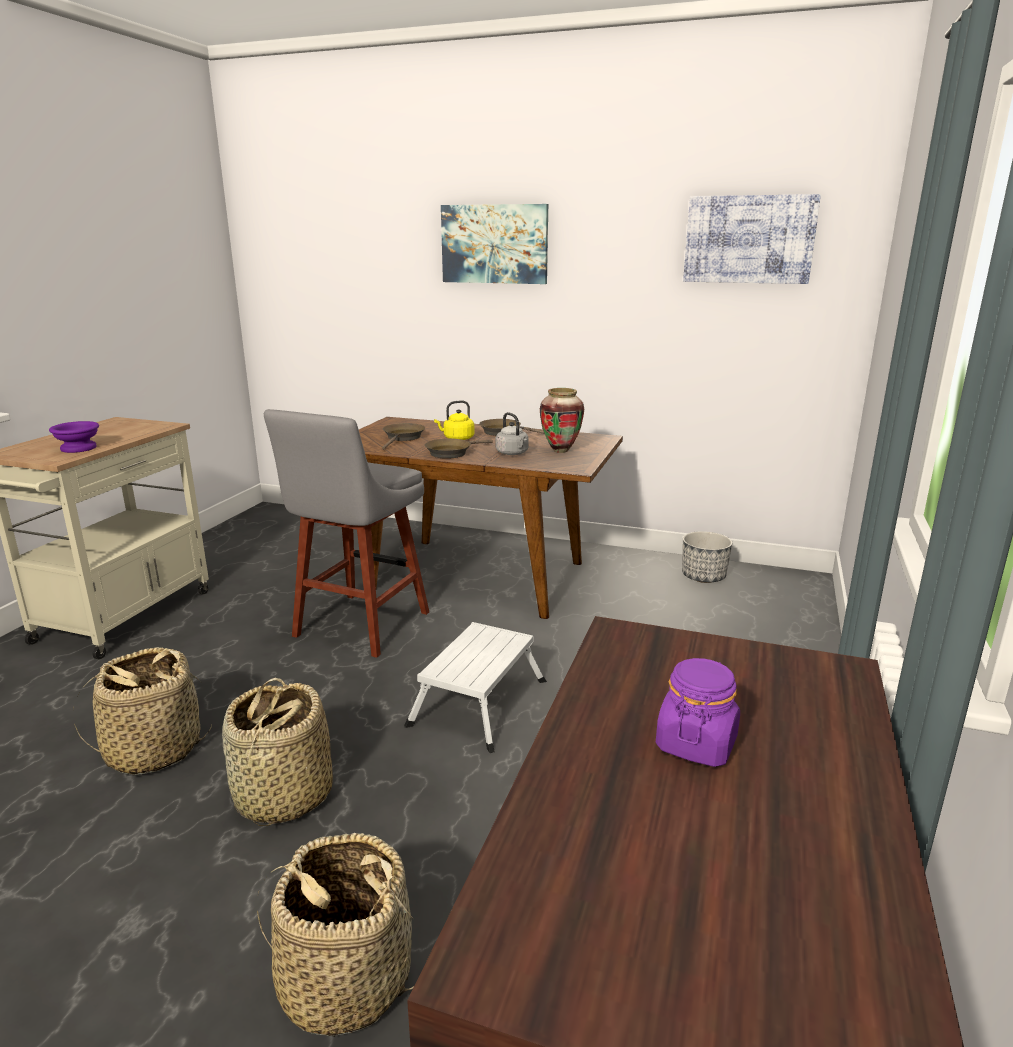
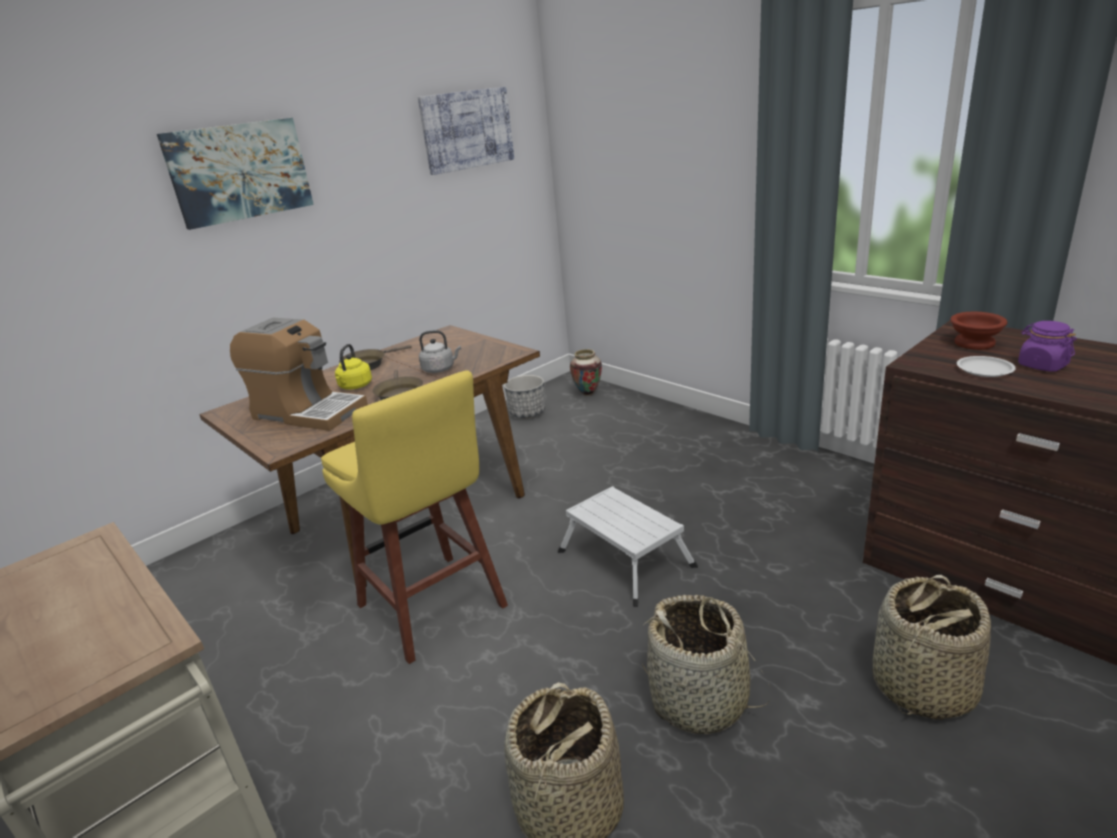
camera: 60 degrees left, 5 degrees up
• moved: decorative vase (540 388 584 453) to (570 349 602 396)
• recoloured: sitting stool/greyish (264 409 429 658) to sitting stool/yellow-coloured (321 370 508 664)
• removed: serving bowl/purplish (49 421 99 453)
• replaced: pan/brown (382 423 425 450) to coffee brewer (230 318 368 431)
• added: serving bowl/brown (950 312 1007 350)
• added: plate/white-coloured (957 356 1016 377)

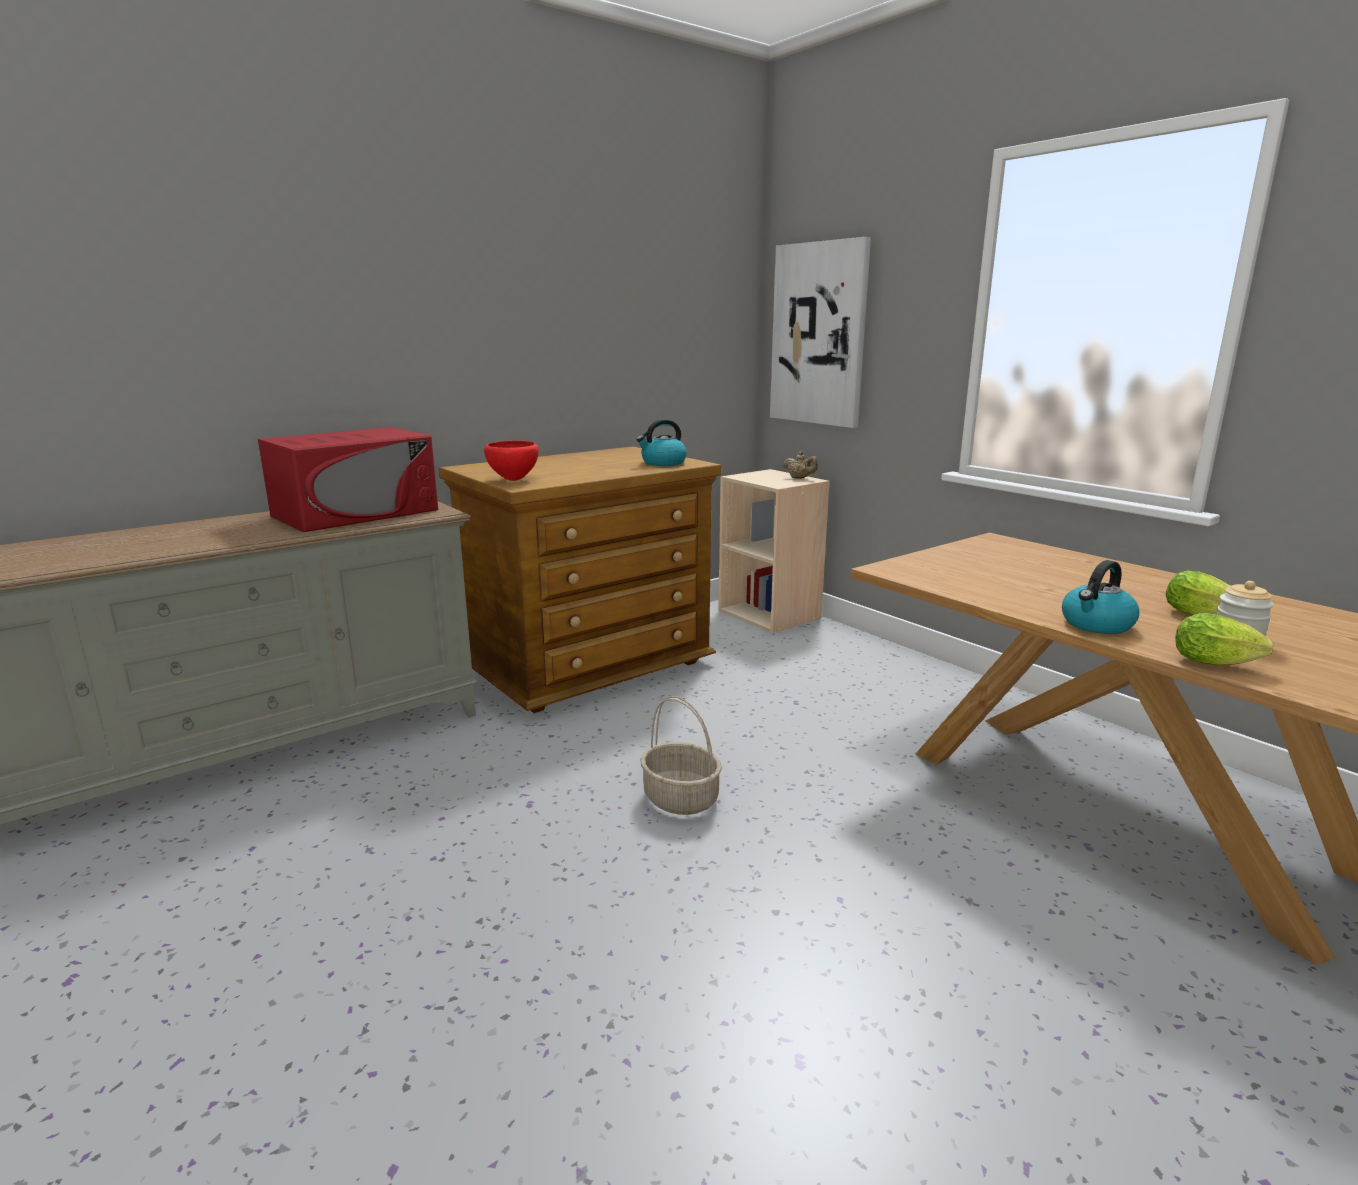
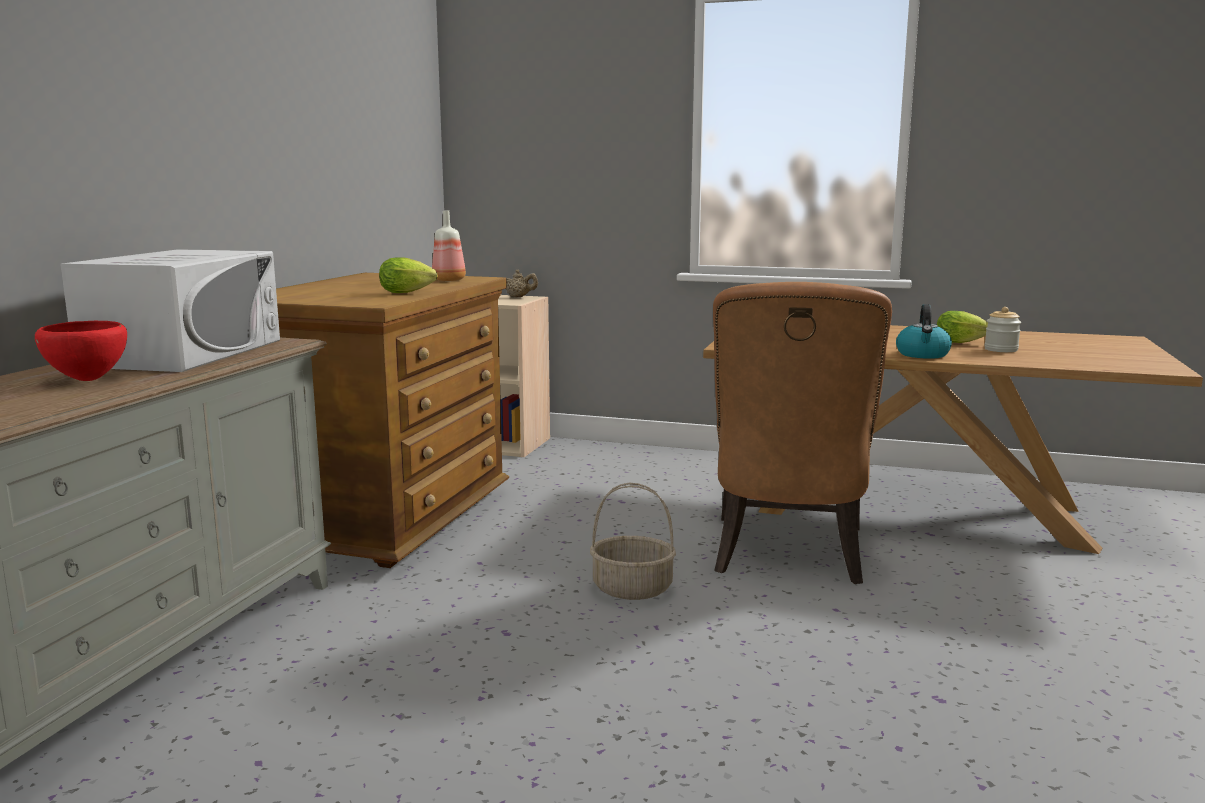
camera: 35 degrees left, 5 degrees down
• removed: wall art (770 237 871 428)
• replaced: tea kettle (636 419 687 466) to beverage bottle (432 210 466 281)
• recoloured: microwave/red (258 427 438 532) to microwave/white-coloured (60 249 280 372)
• moved: serving bowl/red (484 440 539 481) to (35 321 127 381)
• moved: head of lettuce (1175 613 1274 666) to (379 258 438 293)
• added: plain chair/brown (713 282 892 584)

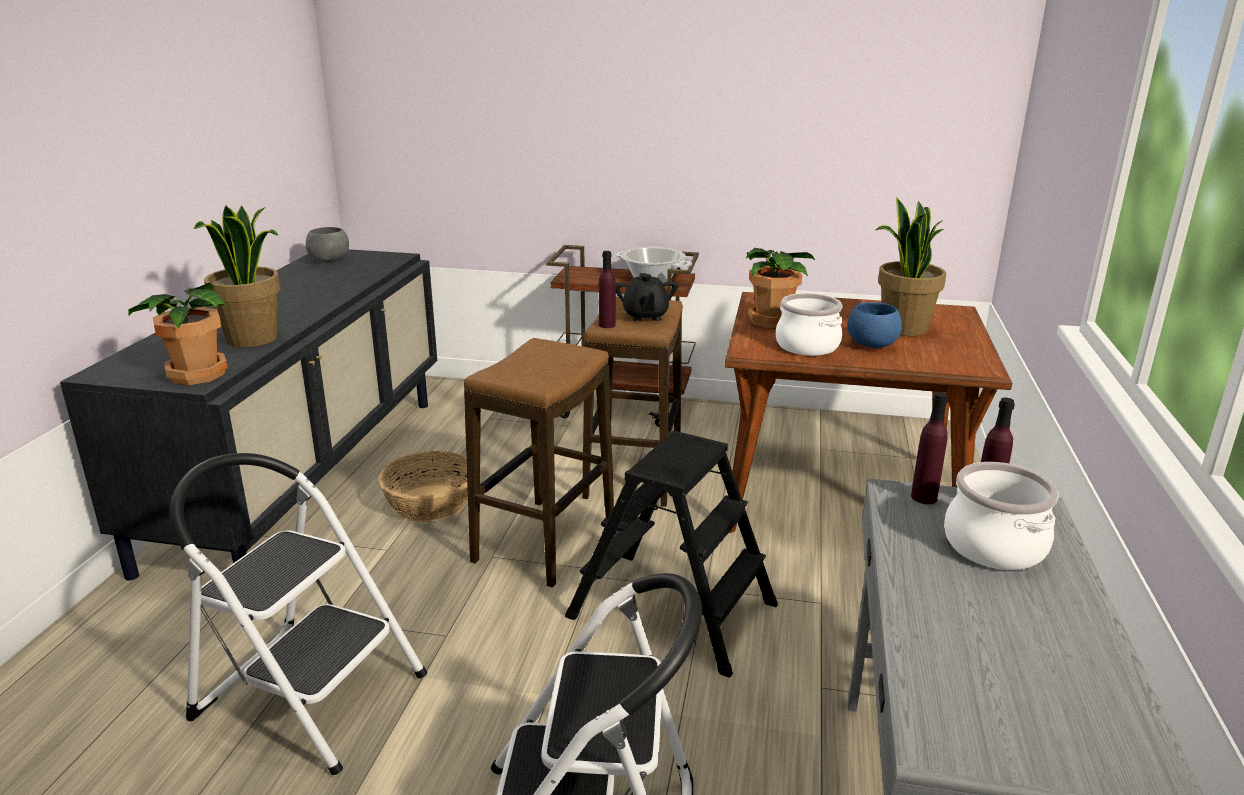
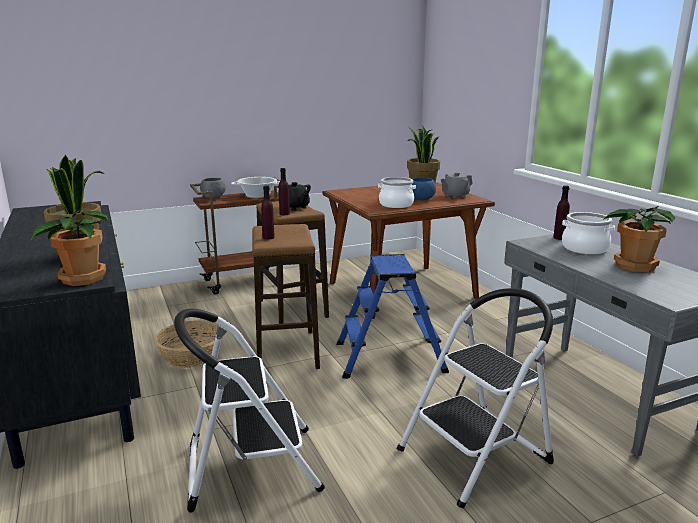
camera: 35 degrees left, 5 degrees down
• moved: serving bowl/greyish (306 227 349 262) to (200 178 226 199)
• moved: houseplant (746 248 816 329) to (603 206 675 272)
• moved: beverage bottle/purplish (911 392 948 504) to (261 185 275 240)
• recoloured: step ladder/black-coloured (565 430 778 677) to step ladder/blue-coloured (336 254 449 379)
• added: tea pot/greyish (441 172 473 199)

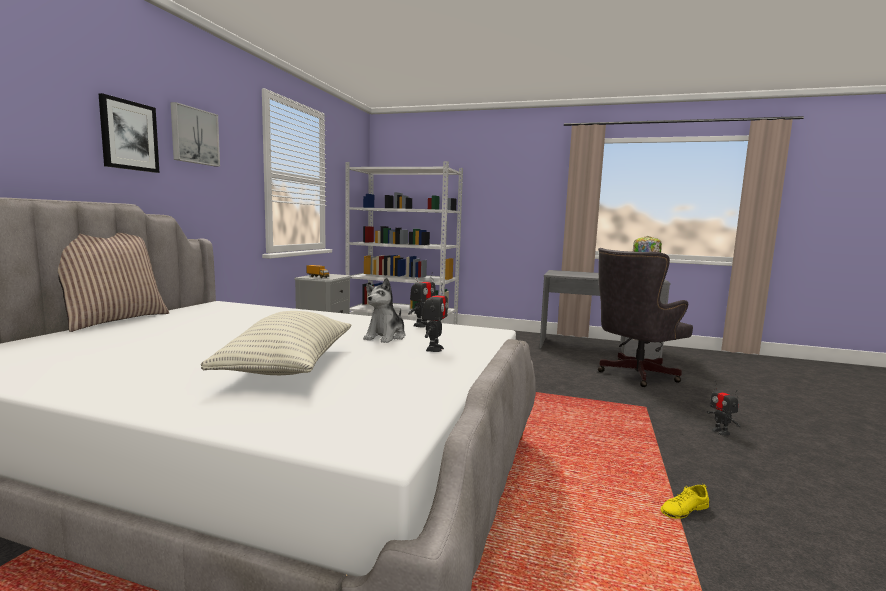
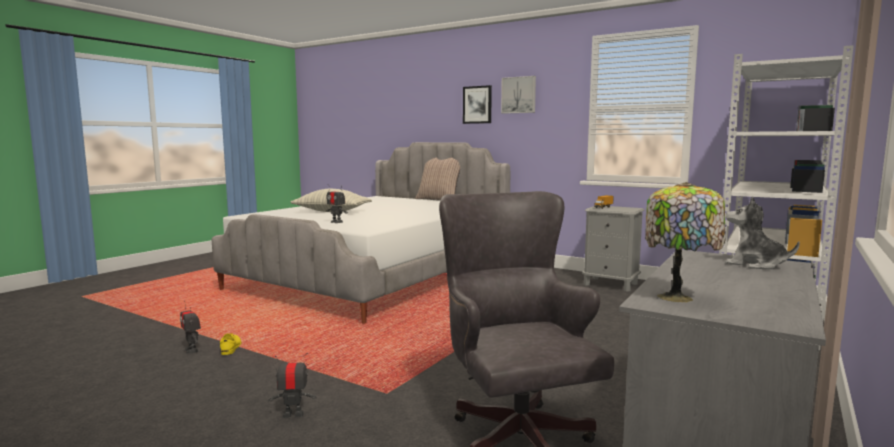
camera: 105 degrees right, 0 degrees up
• moved: toy robot (408 272 436 328) to (180 301 201 353)
• moved: plush toy (363 278 406 343) to (725 197 800 269)

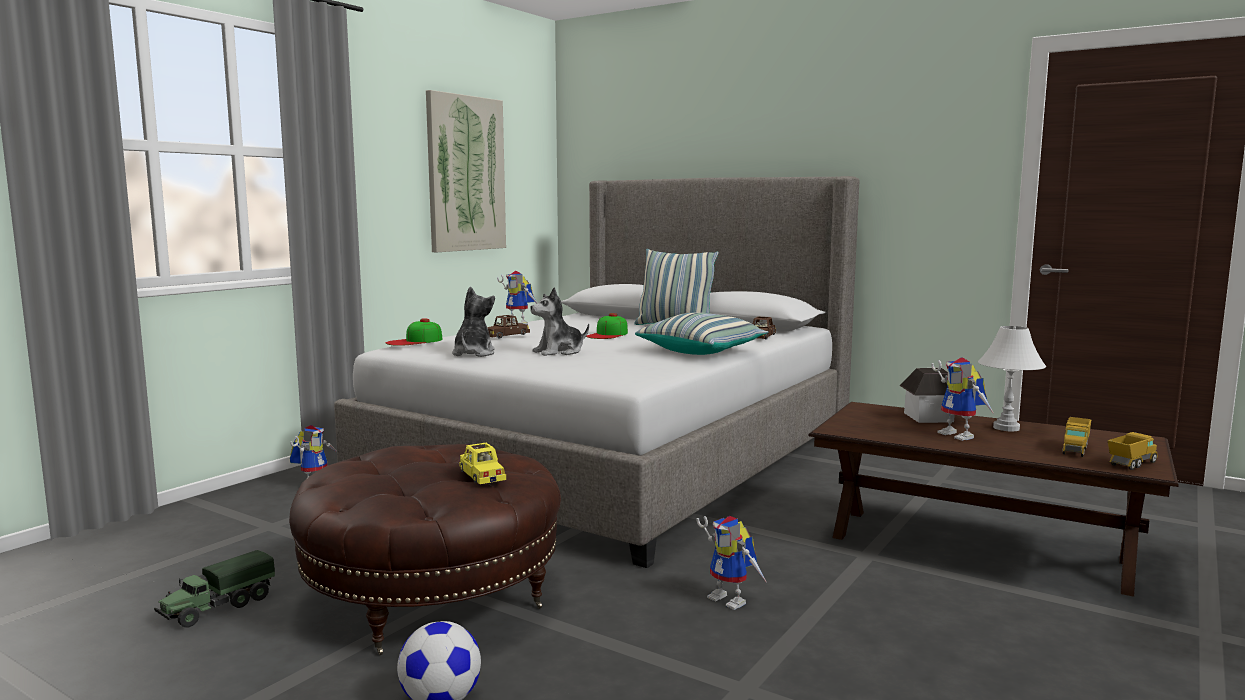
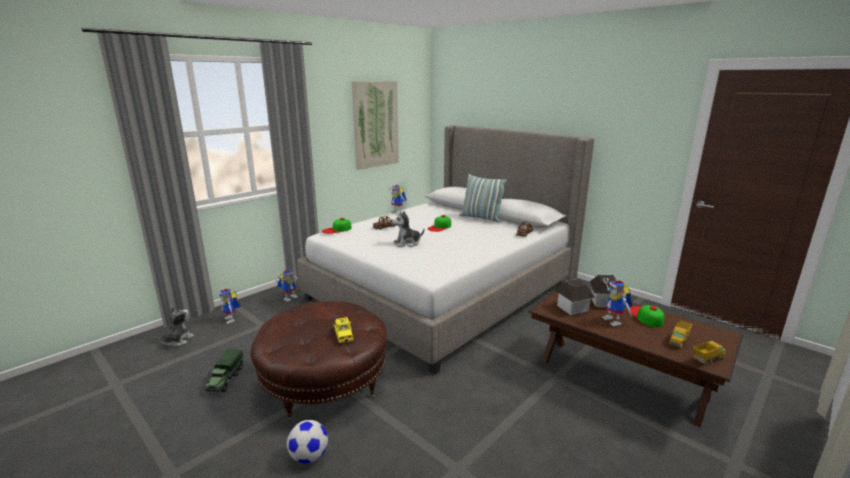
camera: 10 degrees right, 10 degrees up
• moved: plush toy (452 287 495 357) to (159 306 194 347)
• removed: throw pillow (635 312 768 355)
• replaced: tabletop lamp/white-coloured (978 326 1046 431) to cap (629 305 665 327)
• moved: toy robot (696 516 767 610) to (219 288 241 324)
• turned: toy lorry (154 550 275 628) = (205 349 244 392) 45 degrees counterclockwise
• added: toy house (554 279 595 315)

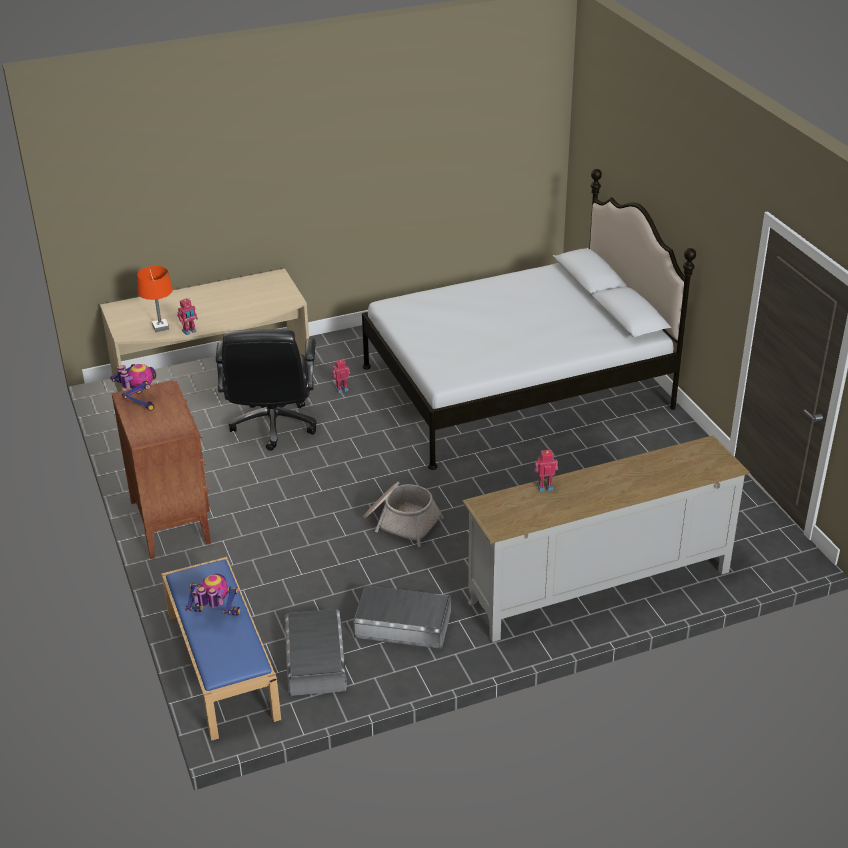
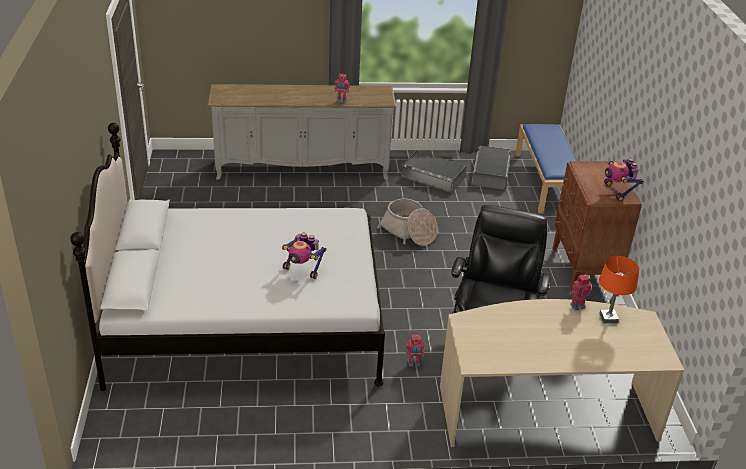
camera: 165 degrees left, 0 degrees up
• moved: toy robot (185 574 240 616) to (282 233 327 279)

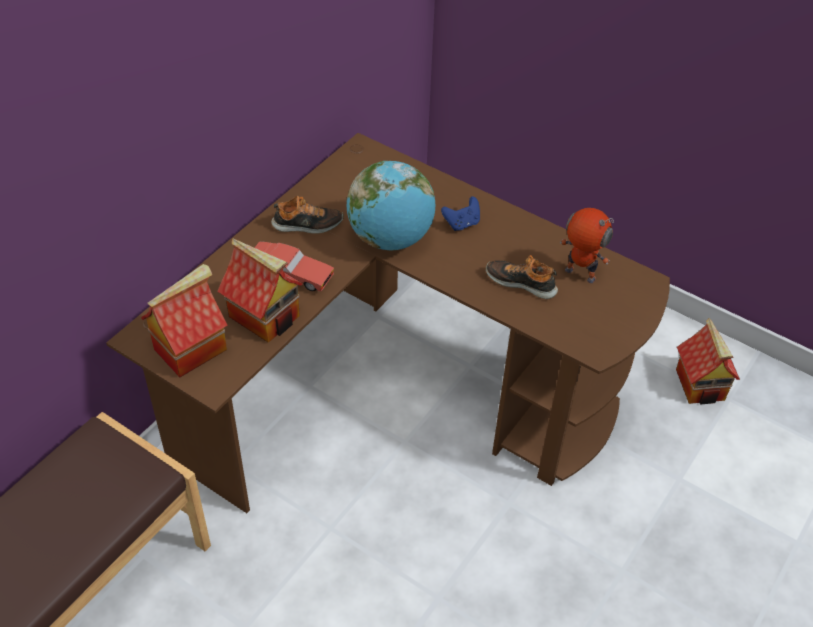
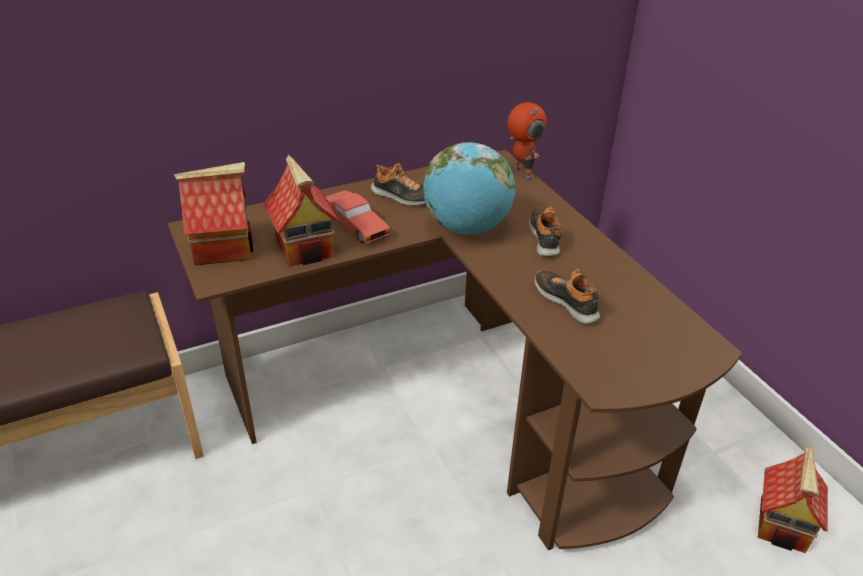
camera: 30 degrees right, 10 degrees down
• replaced: game controller/blue-coloured (441 196 480 231) to low shoe (529 206 562 257)
• moved: toy robot (560 208 614 283) to (507 102 547 181)

